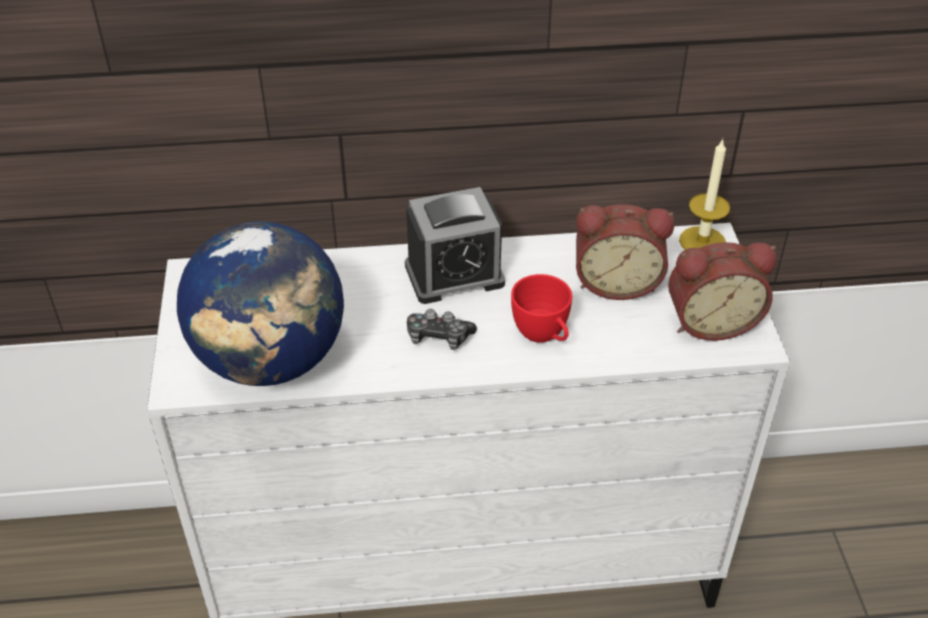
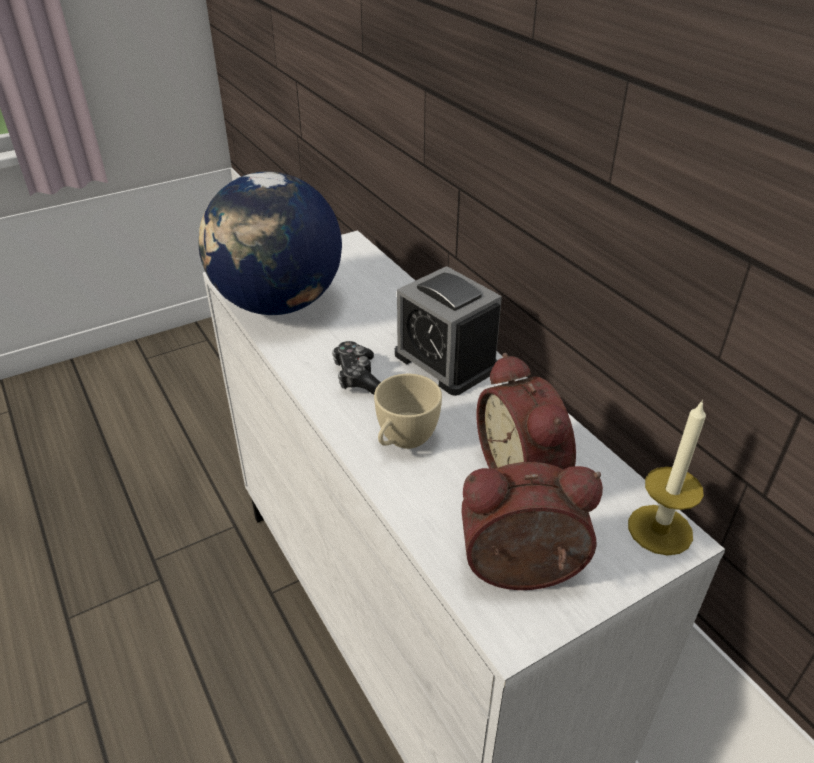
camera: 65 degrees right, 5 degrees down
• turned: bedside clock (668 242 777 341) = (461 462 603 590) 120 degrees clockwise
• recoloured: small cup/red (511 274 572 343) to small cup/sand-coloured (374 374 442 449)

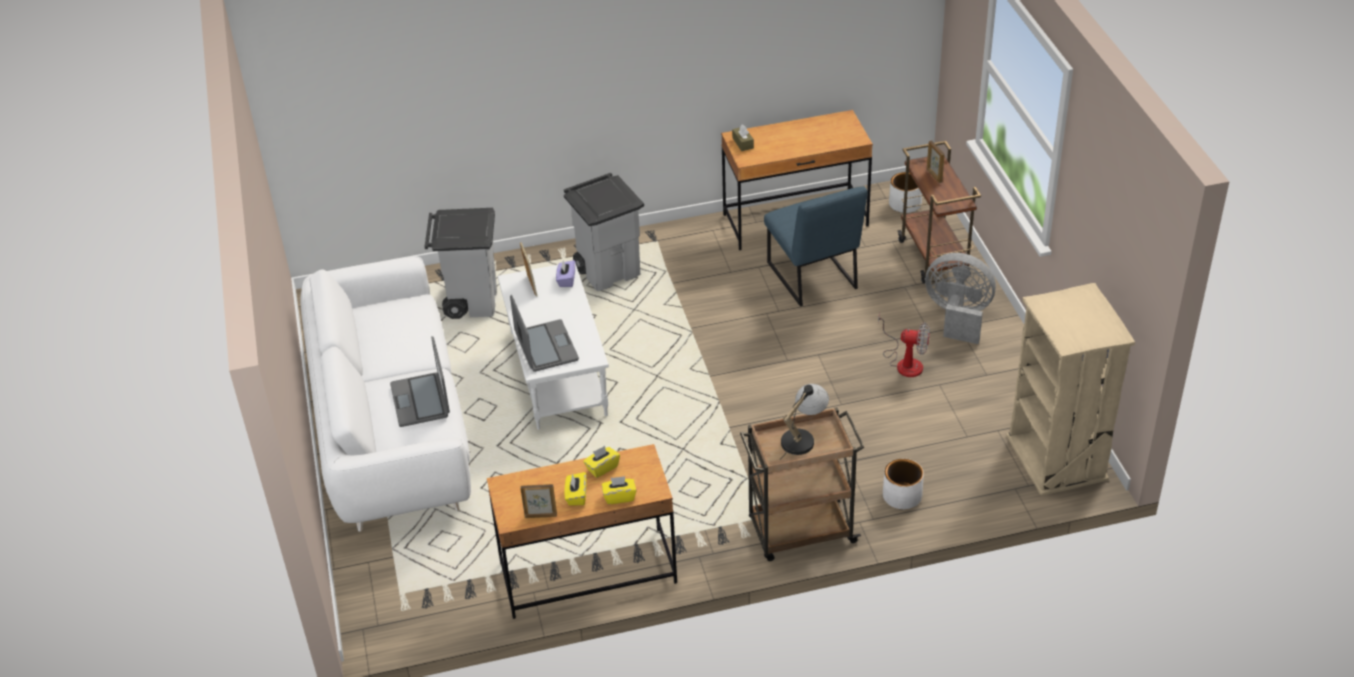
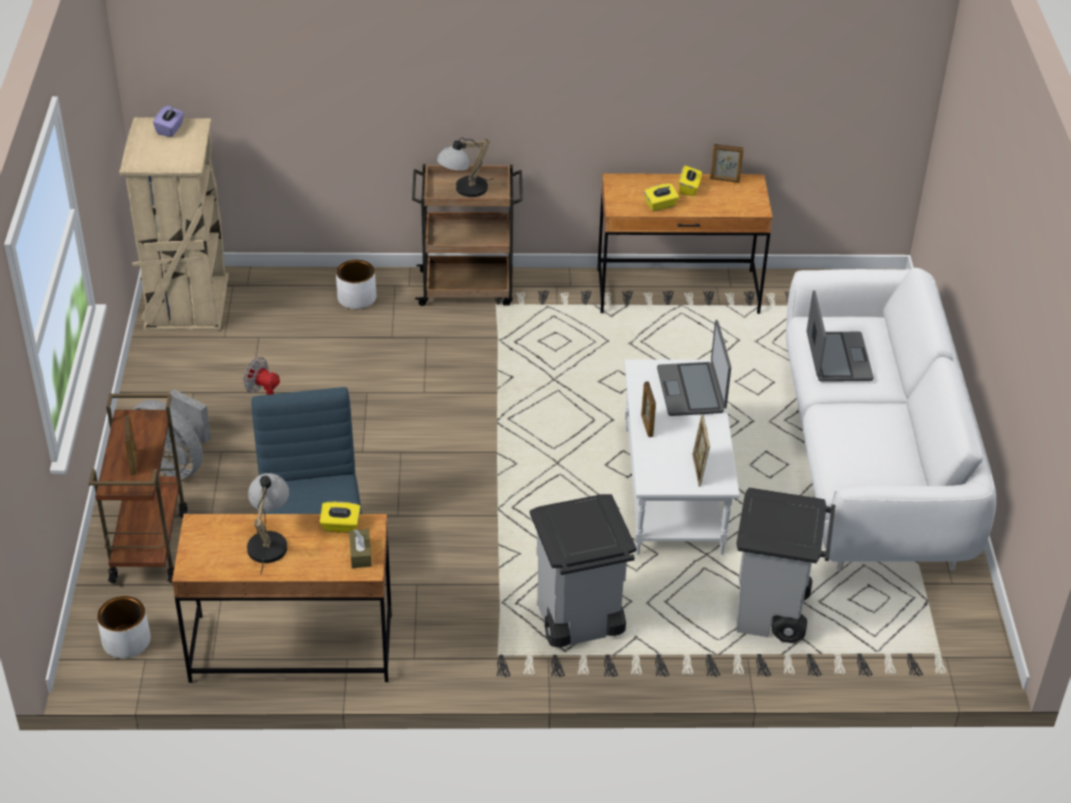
camera: 170 degrees left, 0 degrees up
• moved: tissue holder/purplish (556 260 575 287) to (153 105 184 137)
• moved: tissue holder/yellow-coloured (602 476 636 504) to (320 502 361 533)
• added: standing frame (641 381 656 437)
• added: tabletop lamp (247 473 289 574)

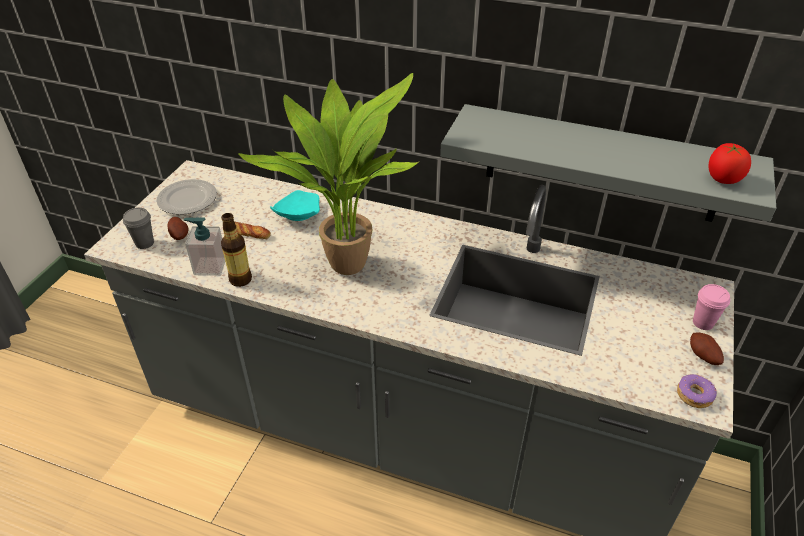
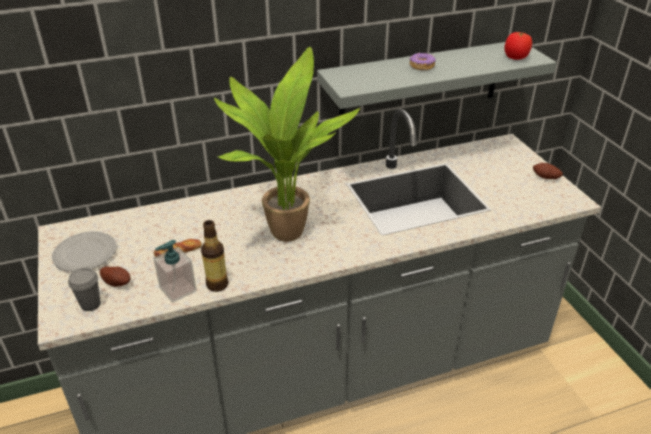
camera: 40 degrees left, 5 degrees down
• removed: plate/turquoise (270 190 320 221)
• removed: small cup/pink-coloured (693 284 730 330)
• moved: donut (677 374 717 408) to (410 52 436 70)

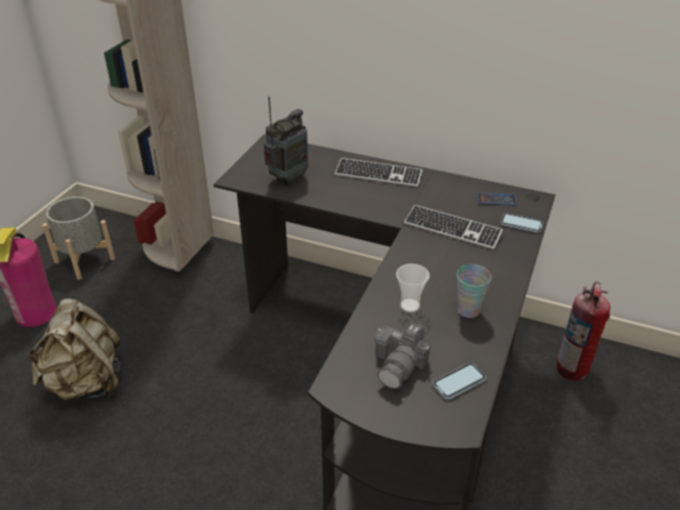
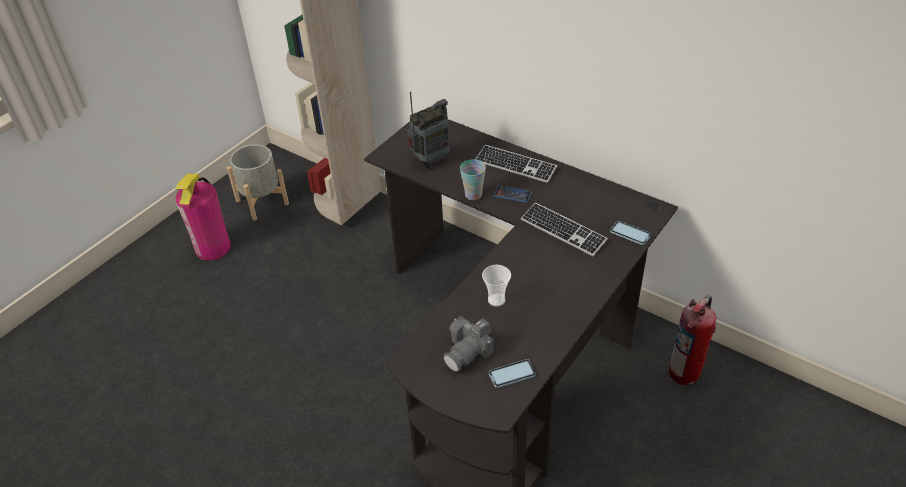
camera: 15 degrees right, 5 degrees up
• moved: handset (477 192 517 206) to (493 185 532 203)
• moved: small cup (457 264 492 318) to (460 159 486 200)
• removed: backpack/sand-coloured (26 298 120 400)

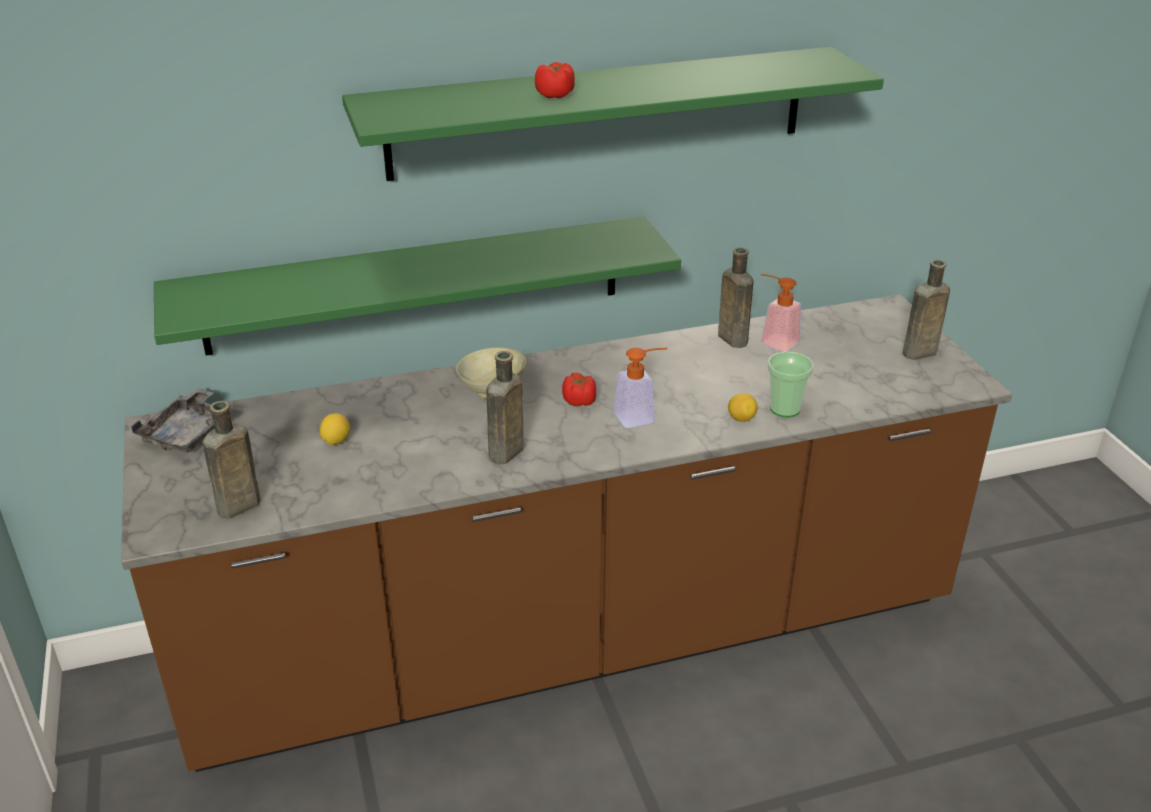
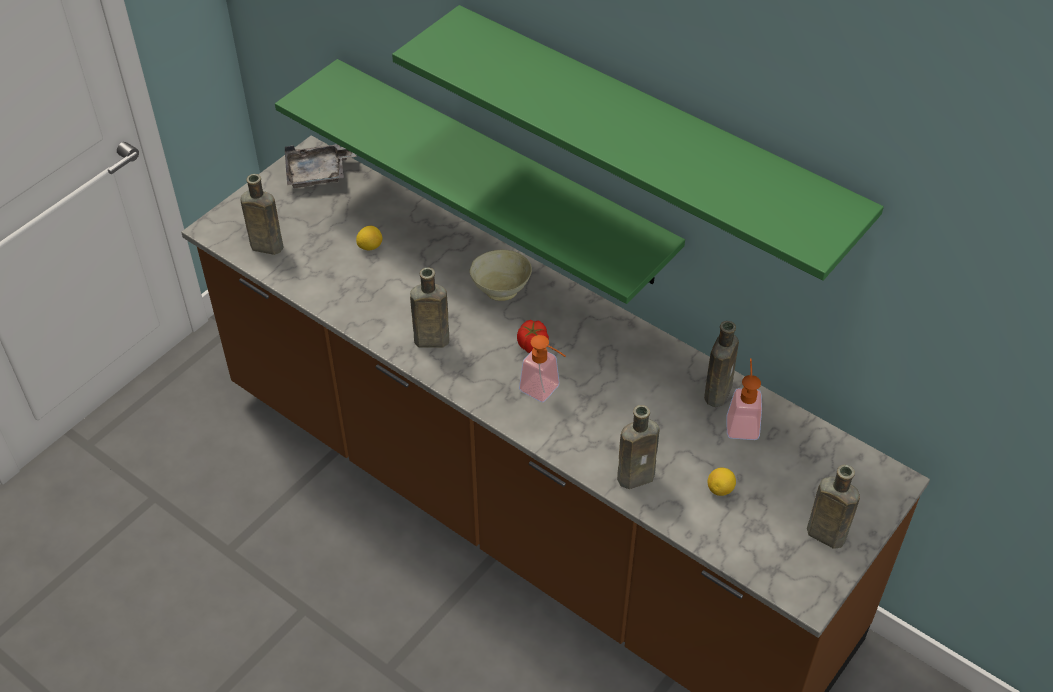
camera: 55 degrees right, 15 degrees up
• removed: fresh tomato (535 62 575 98)
• replaced: small cup (768 352 814 417) to beverage bottle/brown (617 405 660 489)
• moved: citrus fruit (728 393 758 422) to (708 467 736 496)

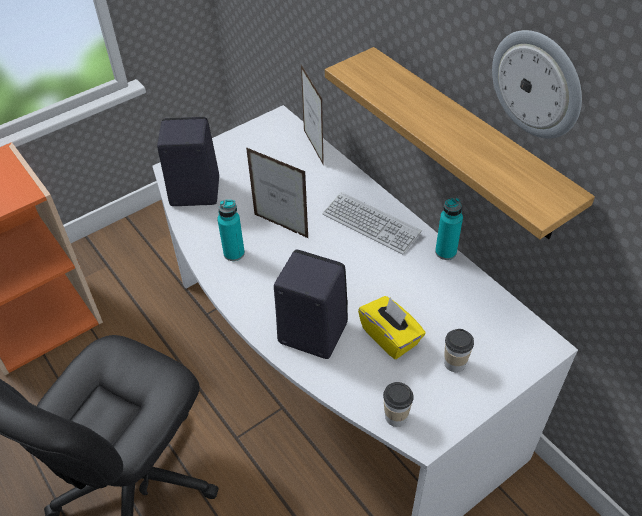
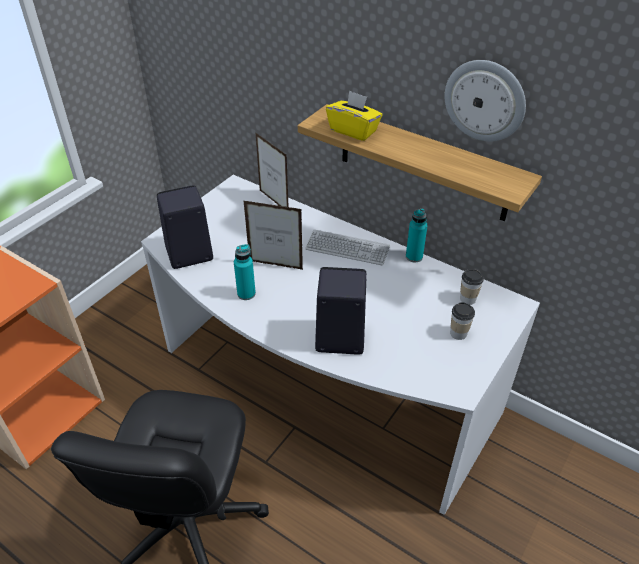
camera: 20 degrees left, 5 degrees down
• moved: tissue holder/yellow-coloured (358 296 425 359) to (326 90 383 141)
• moved: small cup (383 382 414 427) to (460 269 484 305)

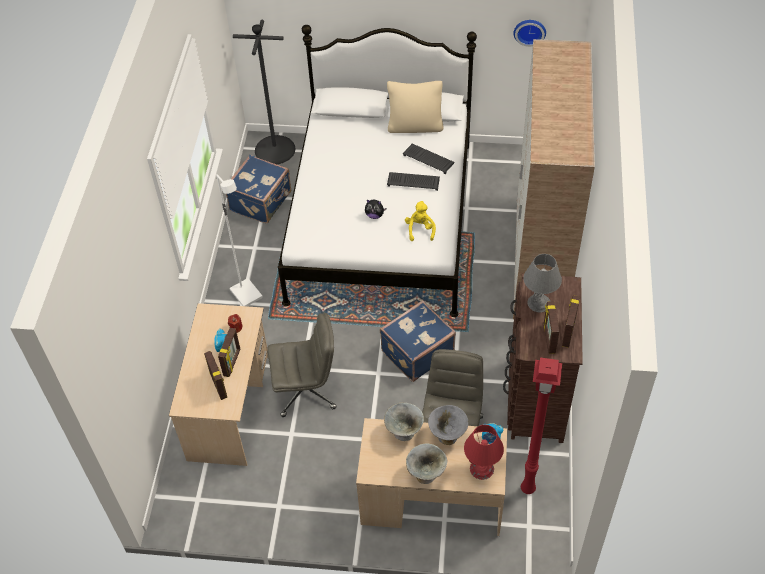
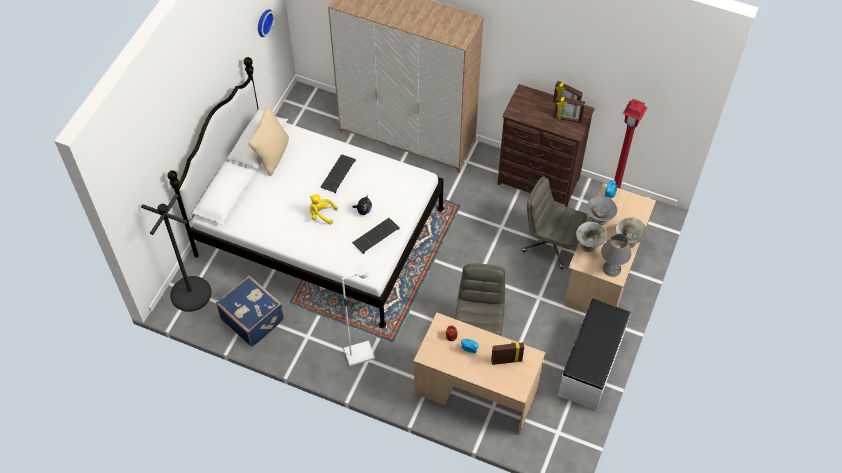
camera: 75 degrees left, 5 degrees up
• moved: PC keyboard (403 144 455 174) to (352 218 400 254)
• moved: plush toy/yellow-coloured (405 201 436 241) to (310 194 338 225)
• moved: tabletop lamp/greyish (524 254 562 312) to (601 234 632 277)
• removed: suitcase/blue-coloured (380 300 456 382)
• removed: standing frame (218 328 240 377)
• removed: tabletop lamp/red (464 425 504 480)
• added: bench/white-coloured (558 299 631 410)

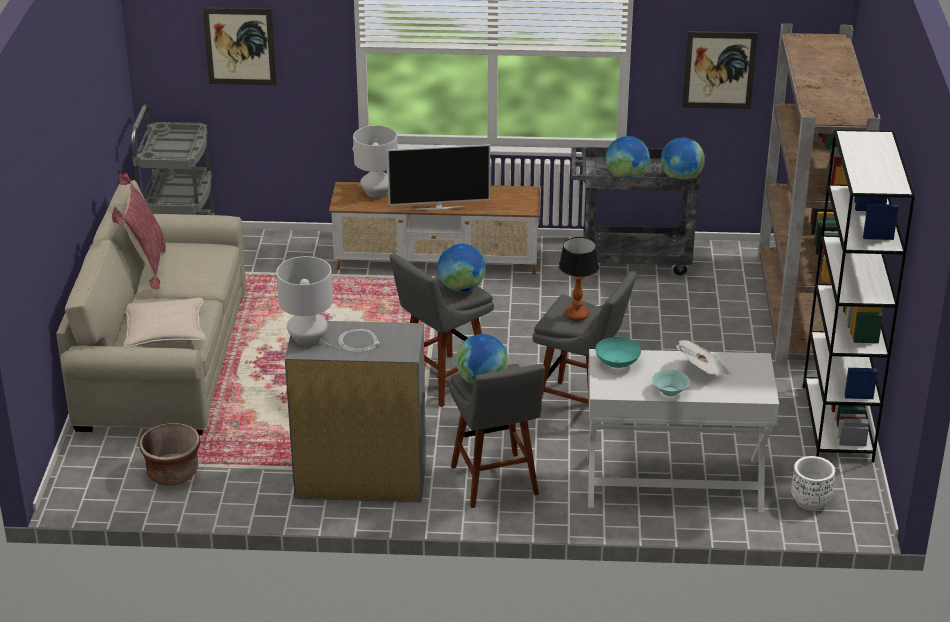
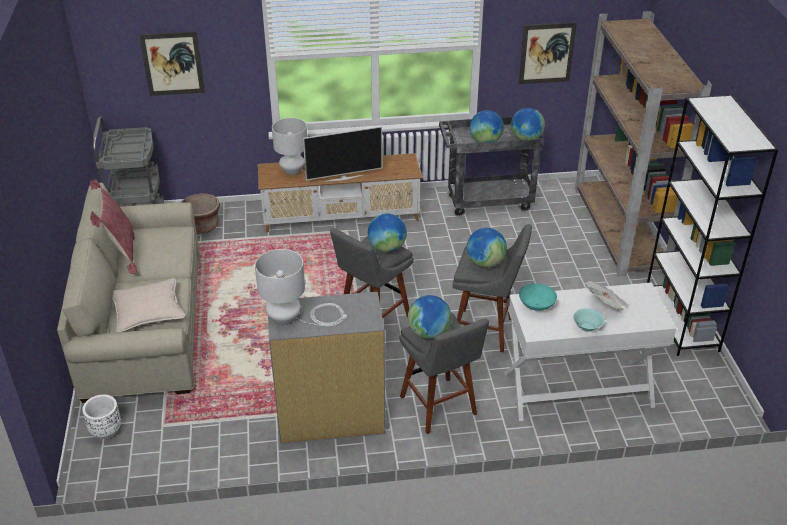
camera: 10 degrees left, 5 degrees up
• replaced: tabletop lamp (559 237 599 321) to world globe (467 228 507 268)
• moved: planter/brown (139 423 201 486) to (181 193 220 234)
• moved: planter/white-coloured (791 456 835 510) to (82 395 121 439)

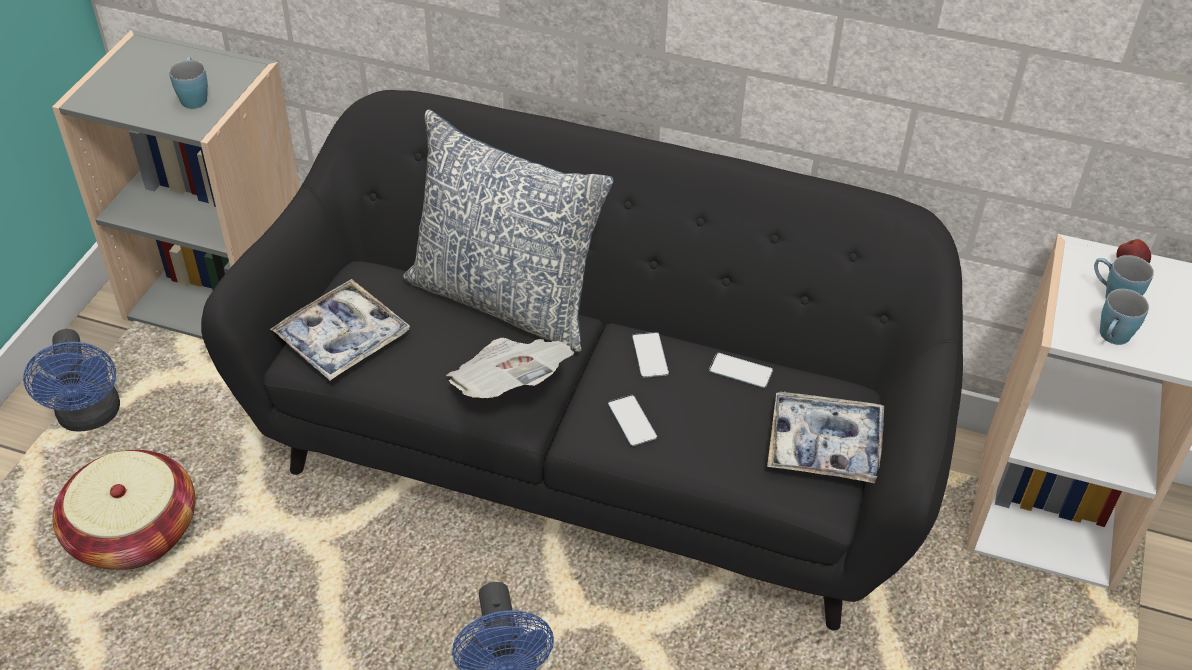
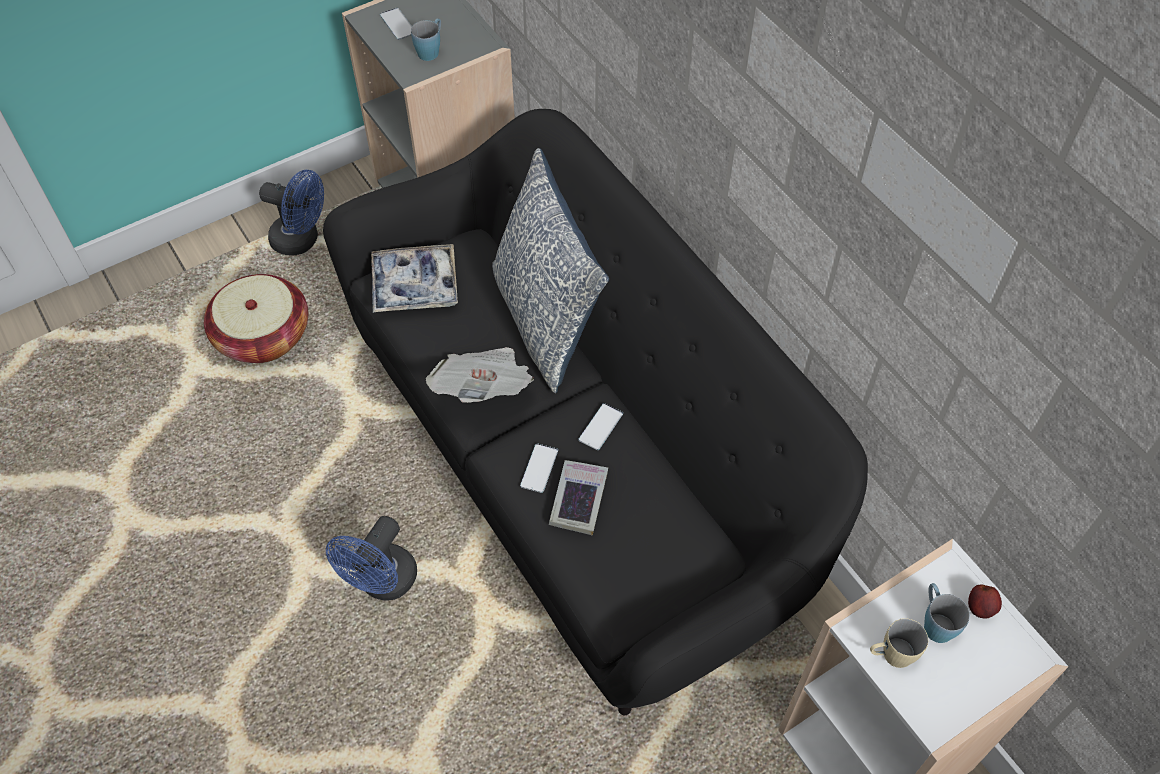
camera: 40 degrees right, 10 degrees up
• recoloured: tea mug/blue-coloured (1100 289 1149 345) to tea mug/sand-coloured (870 618 928 668)
• turned: electric fan/blue-coloured (23 329 120 431) = (259 170 324 256) 90 degrees counterclockwise
• moved: handset (709 353 773 388) to (380 8 412 40)
• removed: serving tray (767 391 884 483)
• added: book (549 460 608 535)

